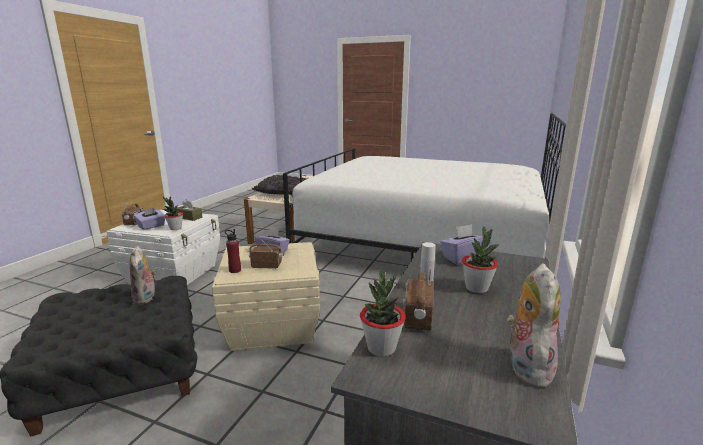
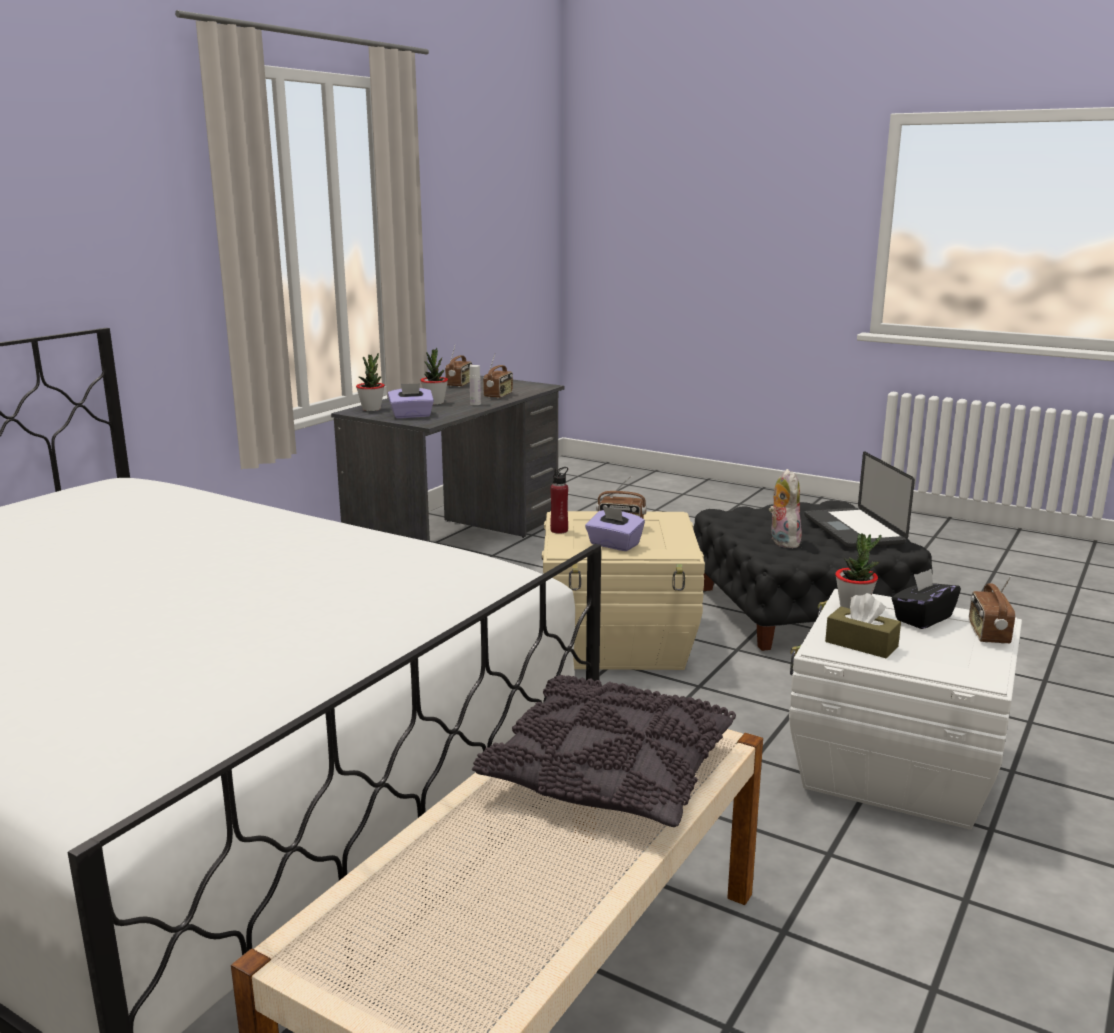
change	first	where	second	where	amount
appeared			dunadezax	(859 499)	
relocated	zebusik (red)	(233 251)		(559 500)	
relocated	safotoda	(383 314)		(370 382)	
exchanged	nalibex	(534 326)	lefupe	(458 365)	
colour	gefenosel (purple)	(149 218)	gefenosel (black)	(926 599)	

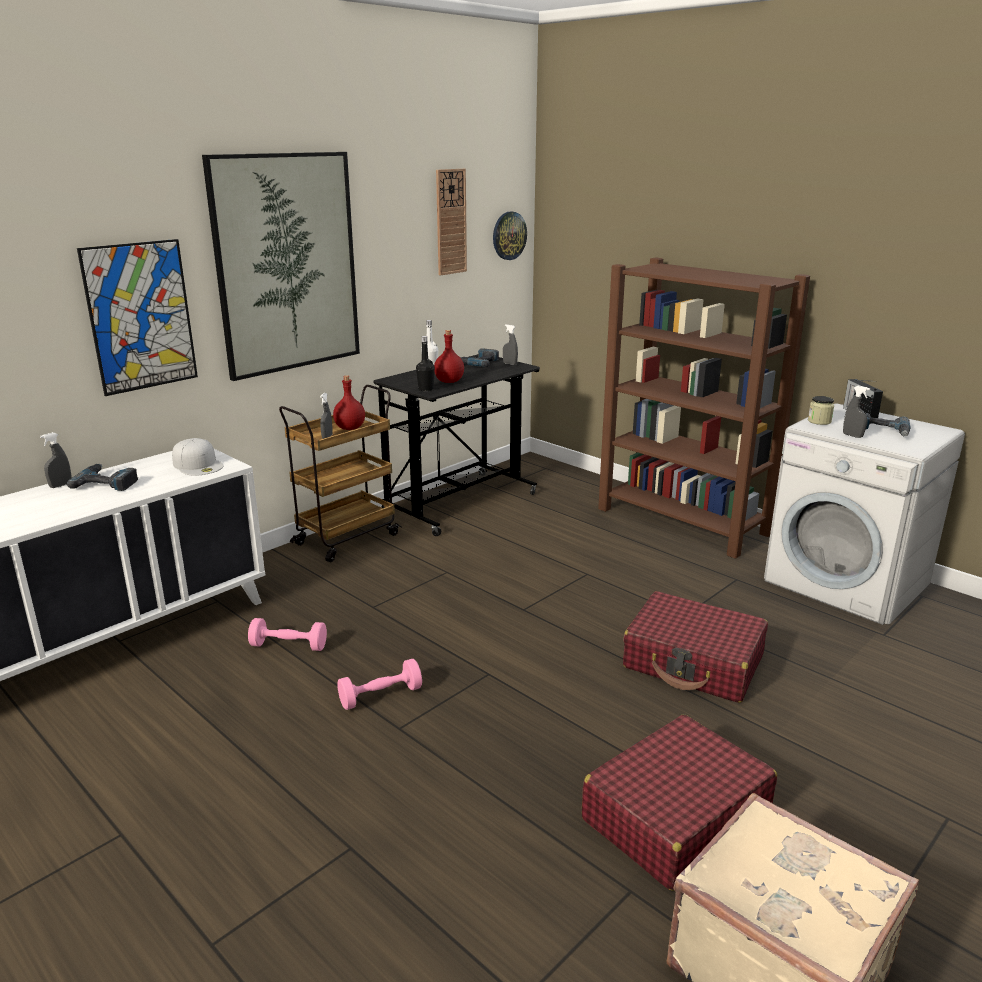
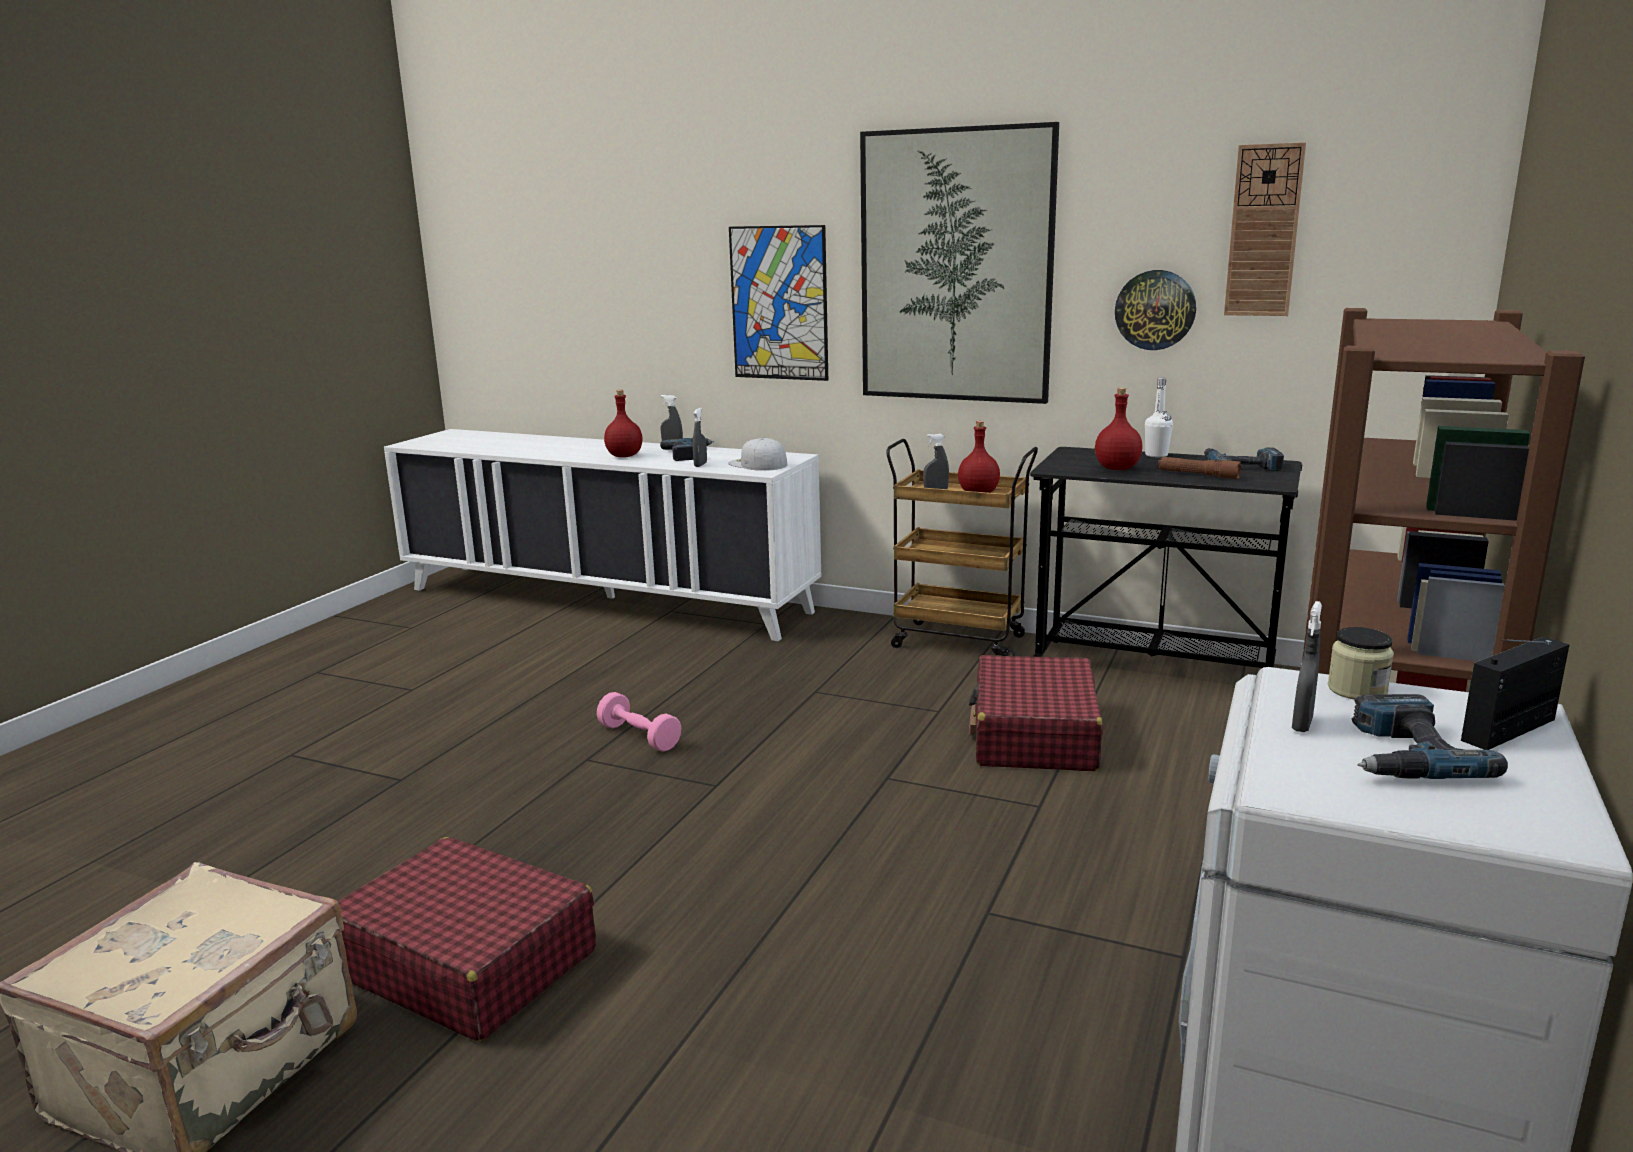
change	first	where	second	where	amount
missing	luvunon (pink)	(287 634)			
missing	zebusik (black)	(425 363)			
appeared			zebusik (red)	(623 423)	
appeared			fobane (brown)	(1199 468)	
relocated	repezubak	(510 236)		(1155 310)	
relocated	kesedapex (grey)	(510 344)		(700 437)	
relocated	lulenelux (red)	(695 647)		(1036 713)	
spun	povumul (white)	(198 457)		(757 454)	105 degrees clockwise

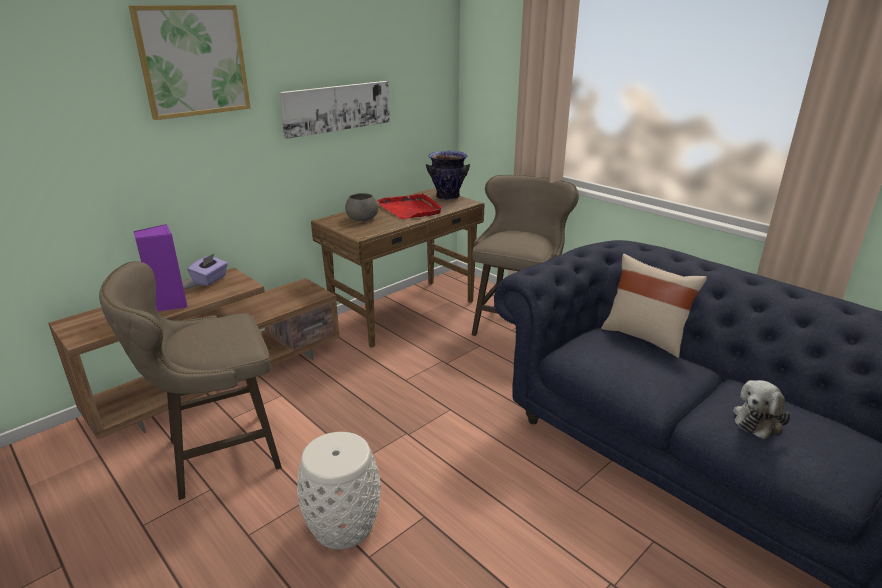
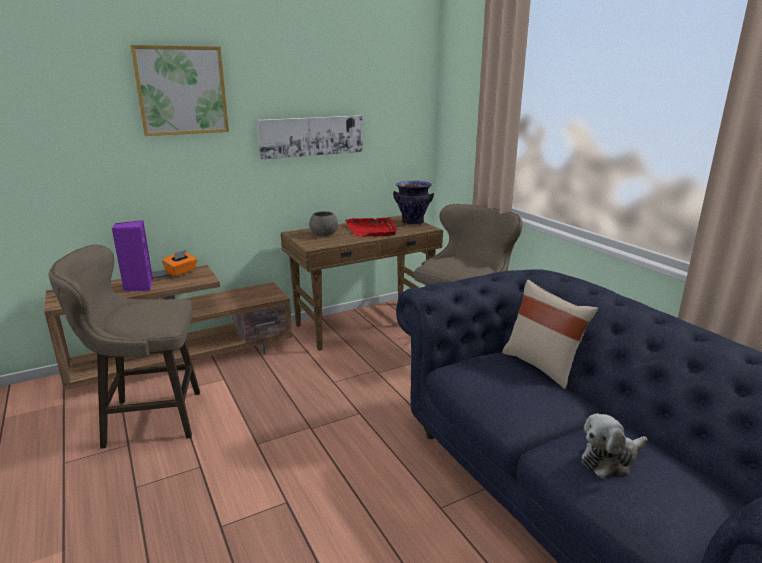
change	first	where	second	where	amount
missing	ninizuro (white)	(339 490)			
colour	gefenosel (purple)	(207 270)	gefenosel (orange)	(179 263)	

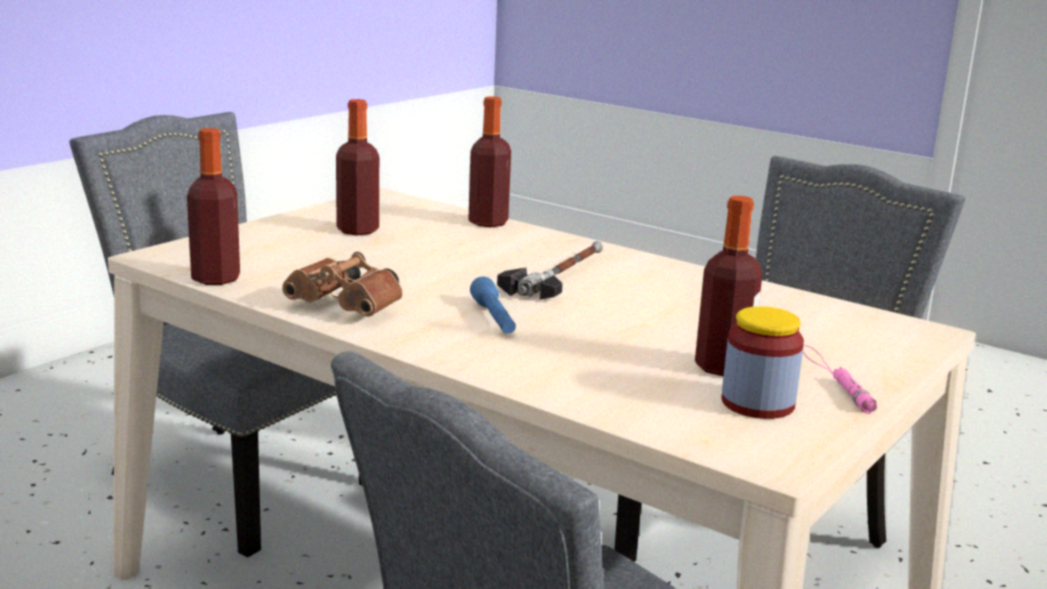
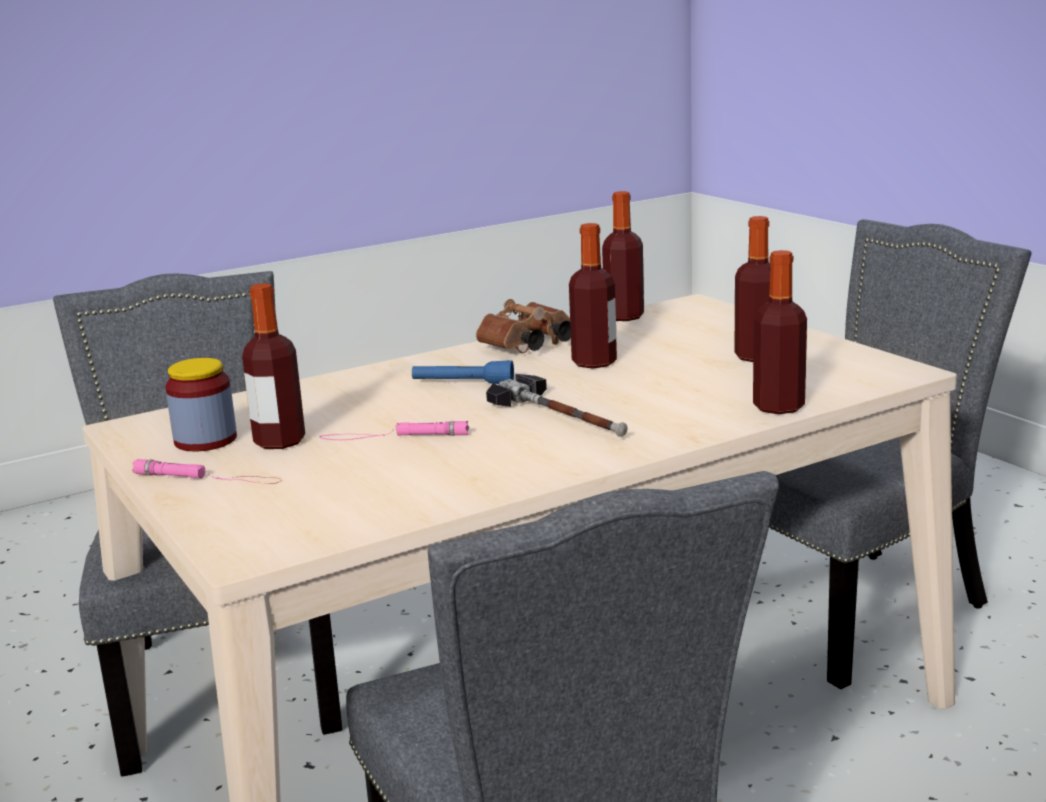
change	first	where	second	where	amount
appeared			fobane (pink)	(394 430)	
appeared			zebusik	(593 295)	

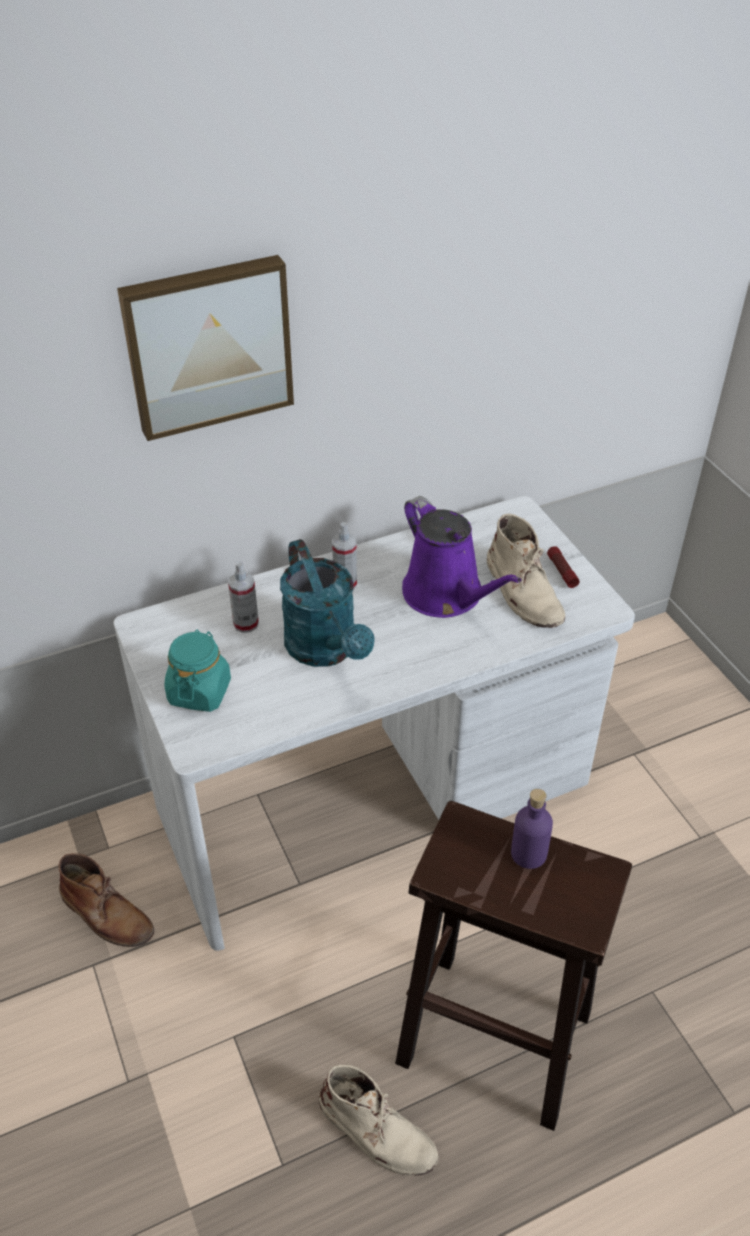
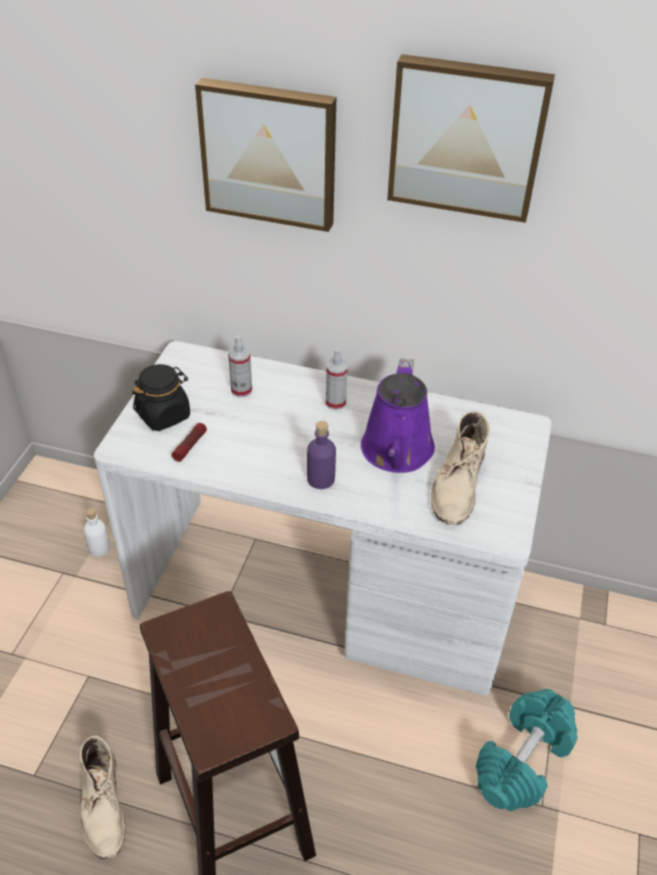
change	first	where	second	where	amount
missing	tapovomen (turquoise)	(327 603)			
appeared			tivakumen	(471 138)	
appeared			luvunon (turquoise)	(527 750)	
relocated	zebusik (purple)	(532 829)		(321 455)	
relocated	fobane	(563 567)		(189 442)	
exchanged	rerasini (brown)	(106 900)	zebusik (white)	(97 532)	
colour	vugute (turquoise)	(197 671)	vugute (black)	(161 397)	

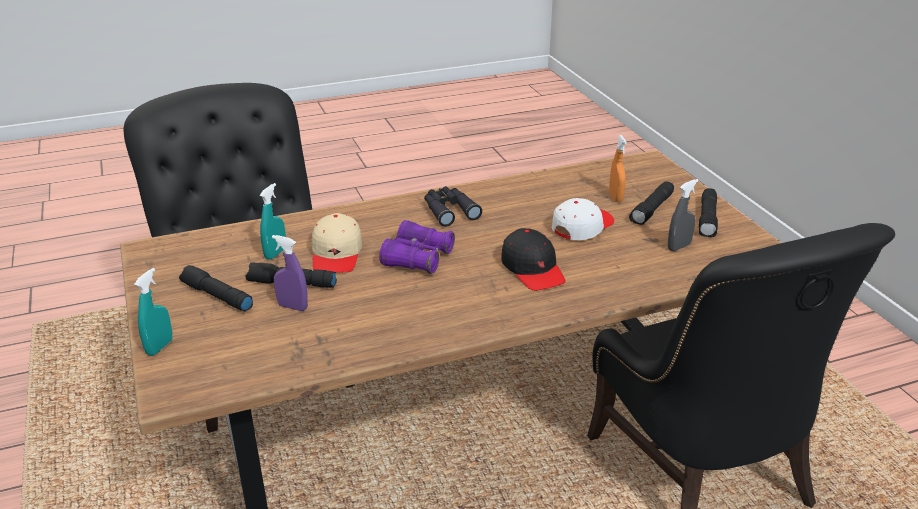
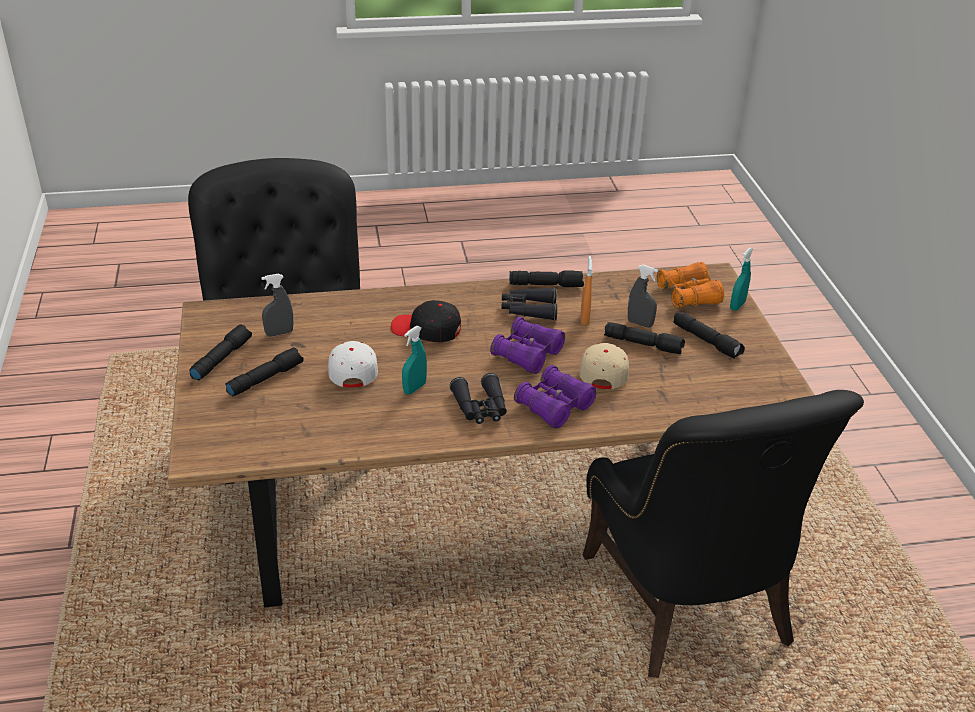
change	first	where	second	where	amount
appeared			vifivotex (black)	(529 303)	
appeared			fobane (black)	(546 278)	
appeared			vifivotex (purple)	(555 397)	
appeared			vifivotex (orange)	(690 285)	
relocated	kesedapex (turquoise)	(273 221)		(414 360)	
relocated	kesedapex (orange)	(618 168)		(586 290)	
colour	kesedapex (purple)	(290 273)	kesedapex (grey)	(643 296)	
spun	povumul (black)	(533 259)		(426 321)	60 degrees counterclockwise
spun	povumul (white)	(583 219)		(353 364)	120 degrees clockwise

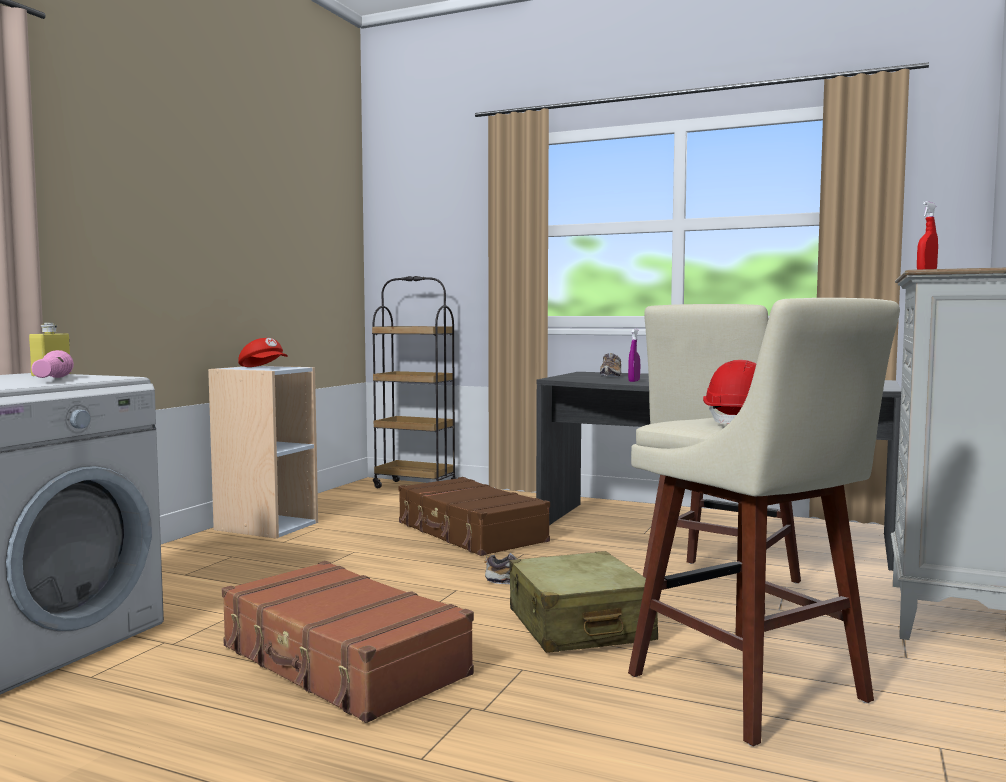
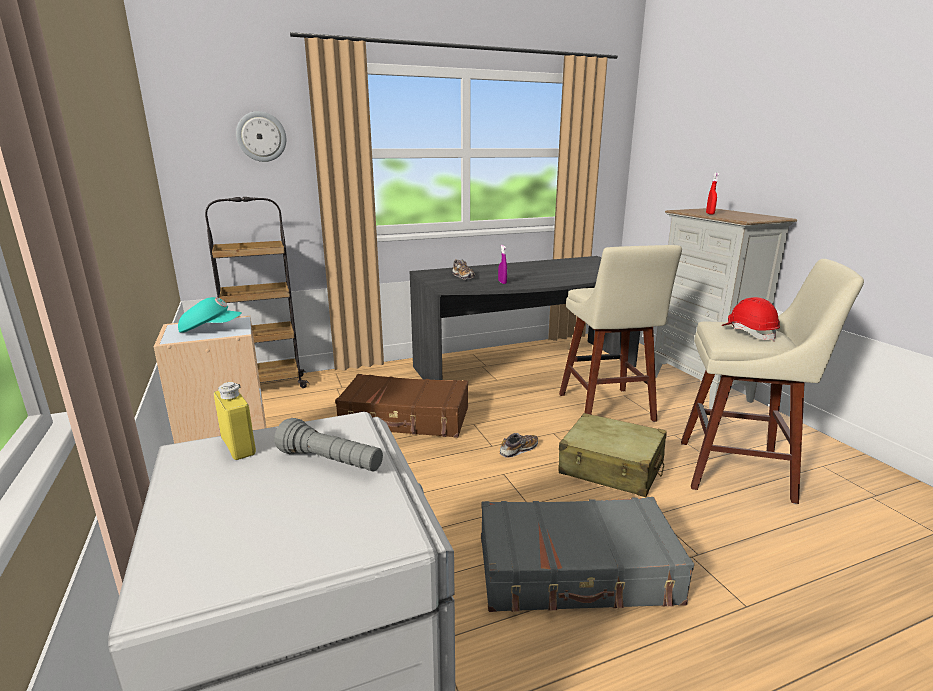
change	first	where	second	where	amount
appeared			repezubak	(261 136)	
colour	fobane (pink)	(52 364)	fobane (grey)	(328 444)	
colour	lulenelux (brown)	(348 642)	lulenelux (grey)	(587 554)	
colour	povumul (red)	(263 352)	povumul (turquoise)	(210 315)	

